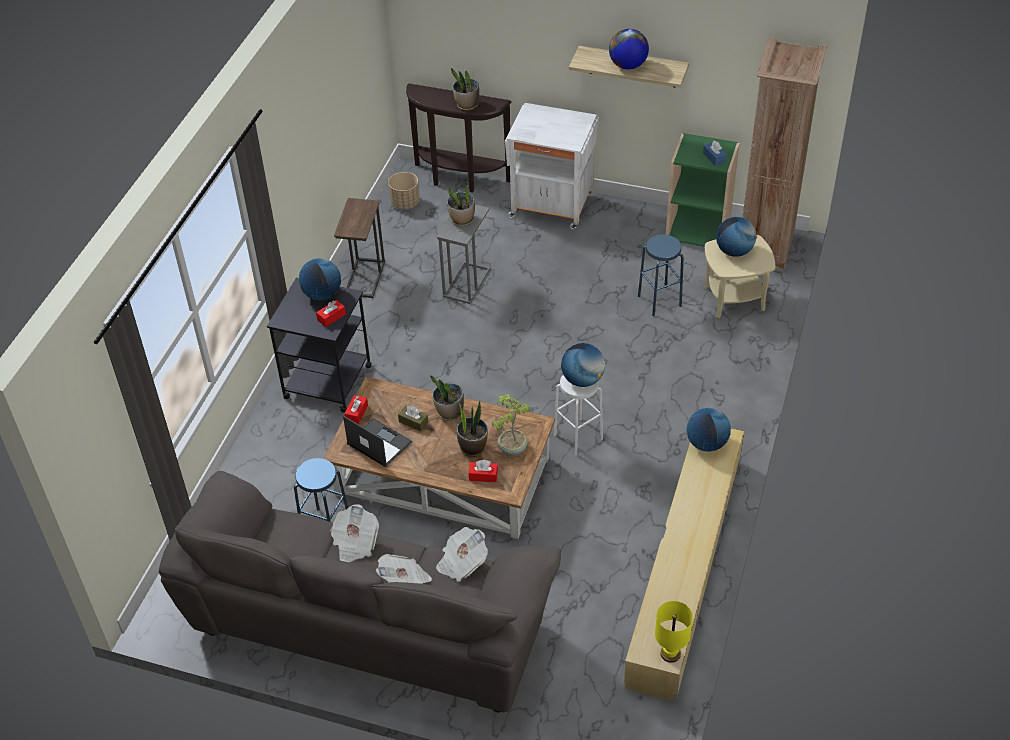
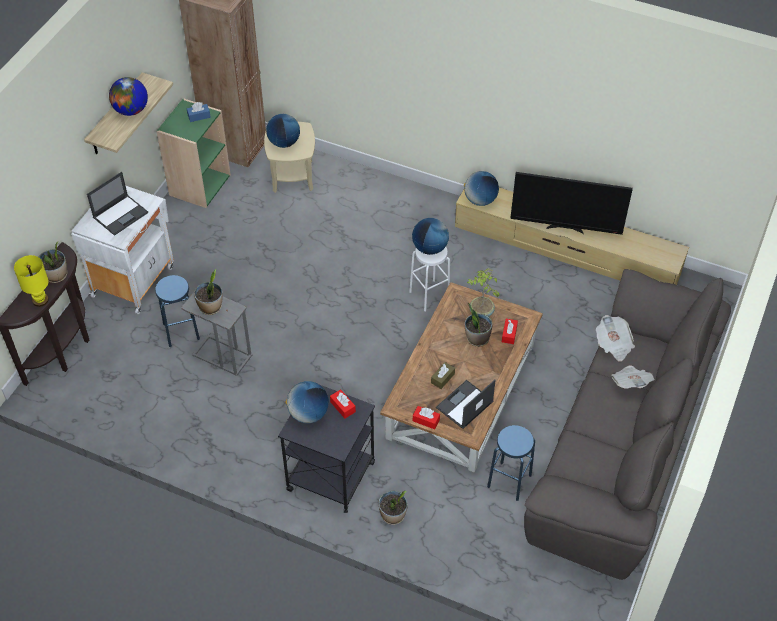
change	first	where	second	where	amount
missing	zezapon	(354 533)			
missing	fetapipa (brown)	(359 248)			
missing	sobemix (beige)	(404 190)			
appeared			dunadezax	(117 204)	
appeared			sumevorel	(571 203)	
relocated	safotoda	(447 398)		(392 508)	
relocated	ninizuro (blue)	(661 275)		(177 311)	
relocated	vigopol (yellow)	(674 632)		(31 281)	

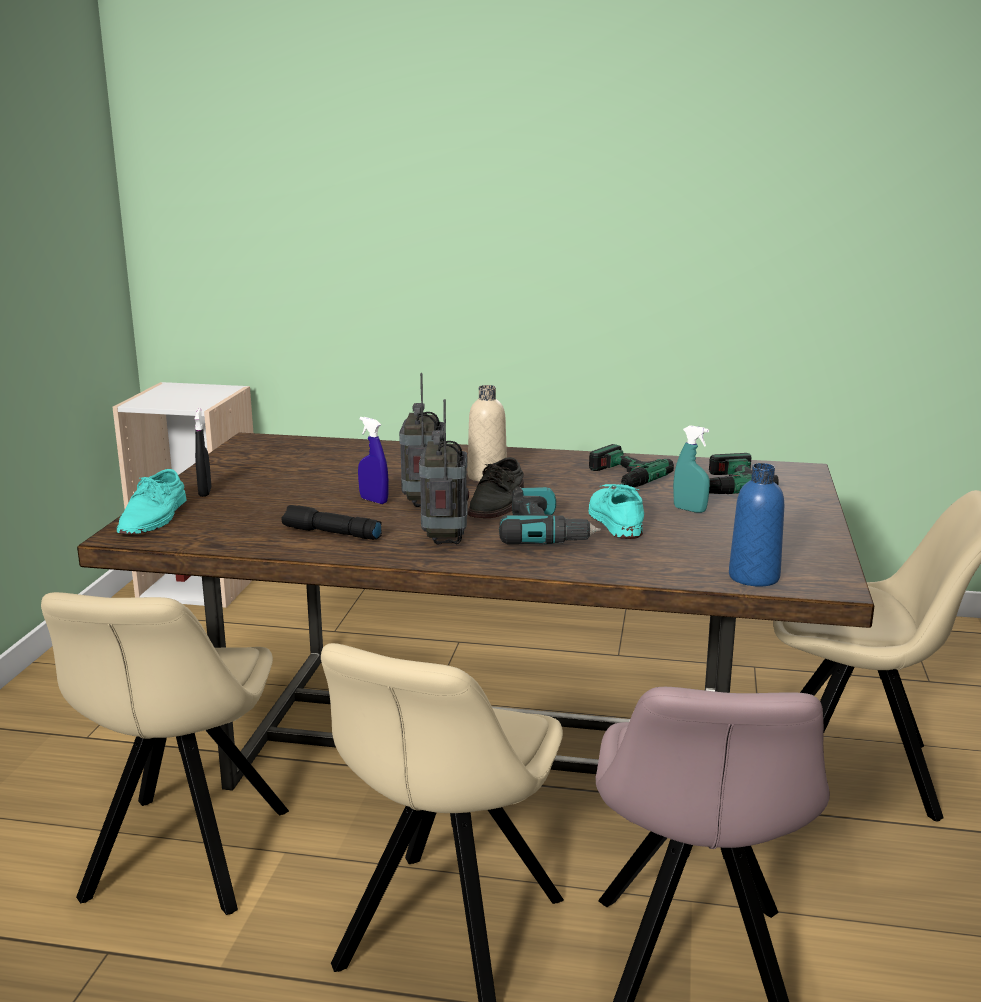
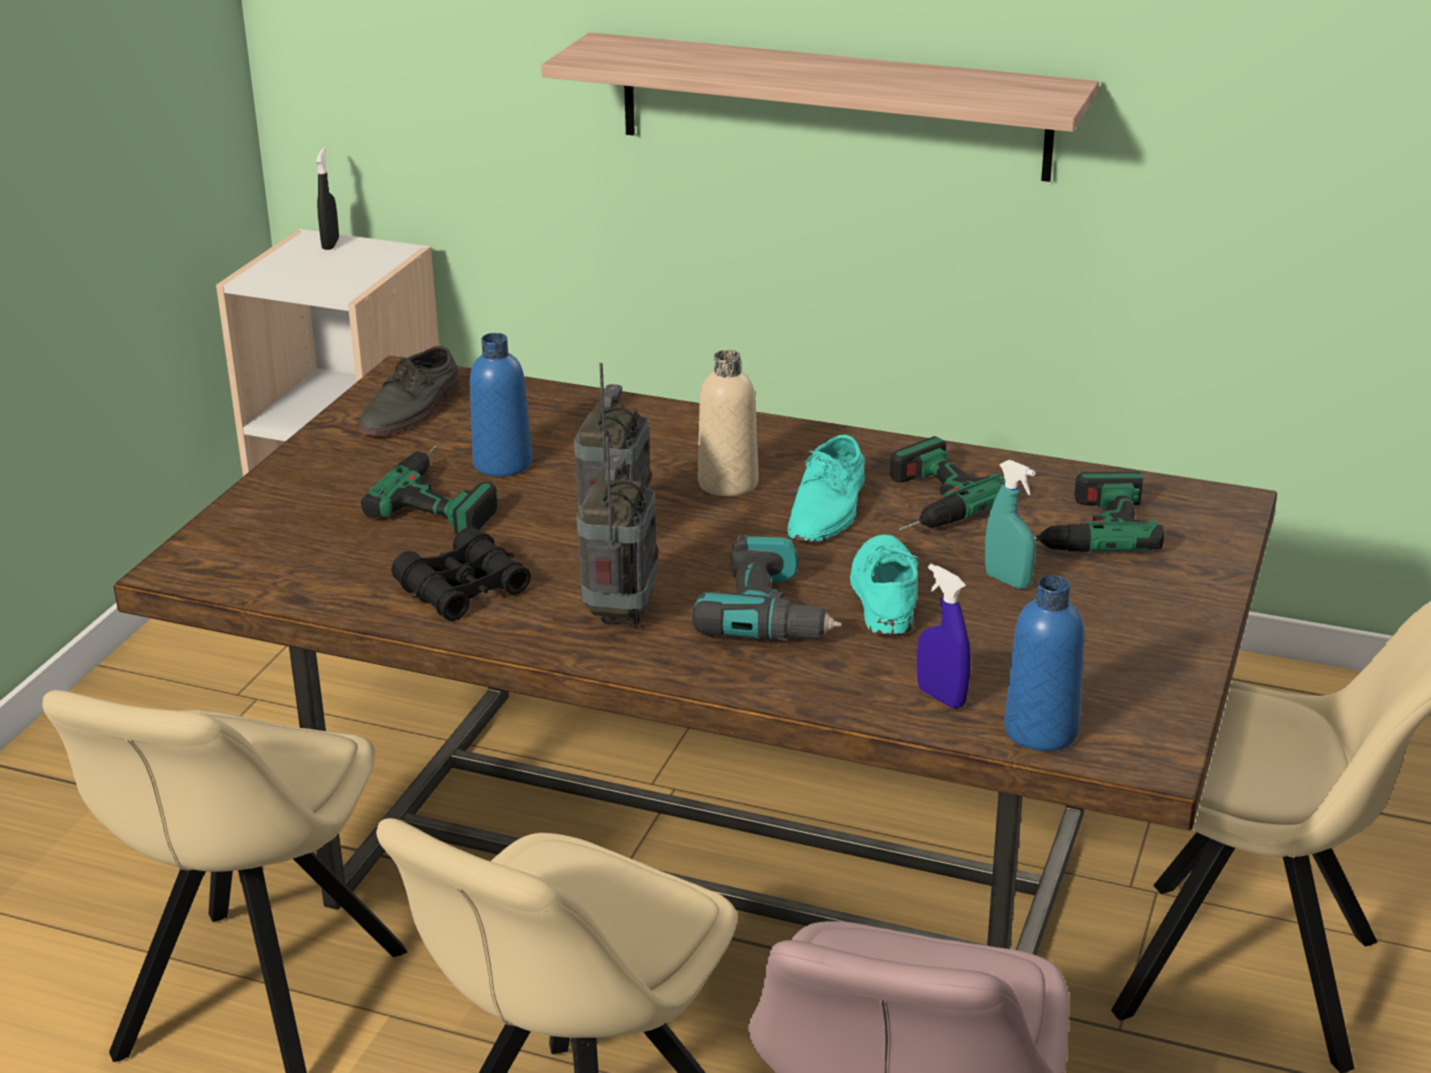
change	first	where	second	where	amount
appeared			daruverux	(429 490)	
appeared			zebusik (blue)	(501 405)	
appeared			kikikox	(820 107)	
relocated	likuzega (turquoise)	(152 501)		(826 488)	
relocated	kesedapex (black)	(203 453)		(327 199)	
relocated	kesedapex (blue)	(373 460)		(944 636)	
relocated	likuzega (grey)	(496 487)		(409 391)	
exchanged	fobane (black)	(331 522)	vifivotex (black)	(461 574)	

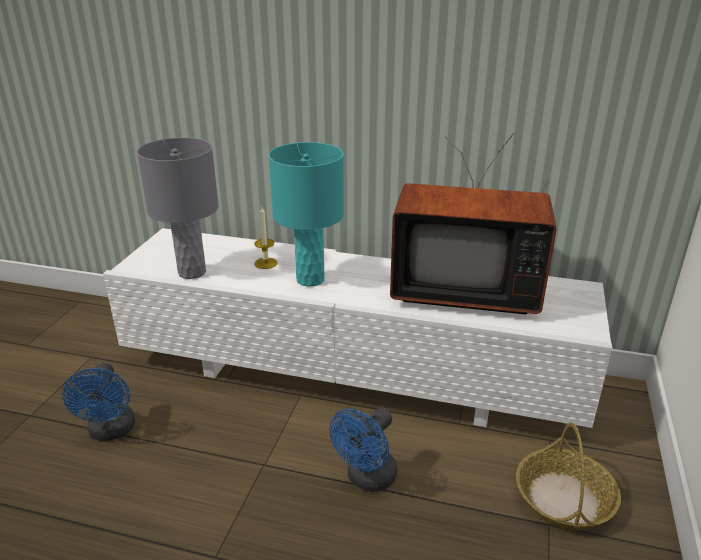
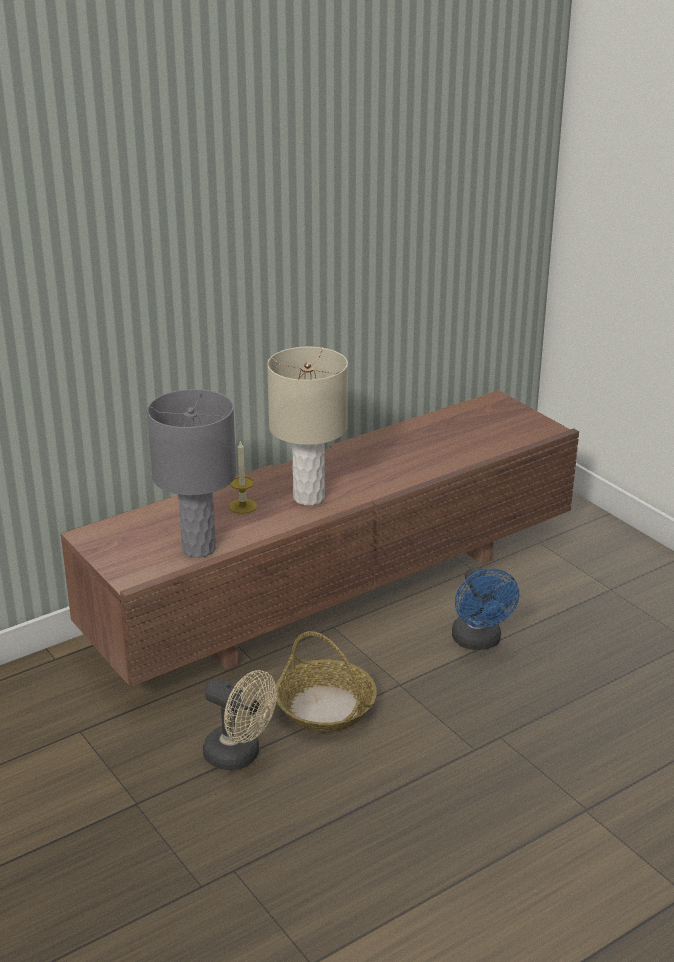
change	first	where	second	where	amount
missing	sumevorel	(473 224)			
relocated	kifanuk	(568 477)		(326 681)	
colour	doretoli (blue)	(98 402)	doretoli (beige)	(240 720)	
colour	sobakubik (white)	(357 328)	sobakubik (brown)	(320 538)	
colour	vigopol (turquoise)	(306 214)	vigopol (beige)	(307 426)	

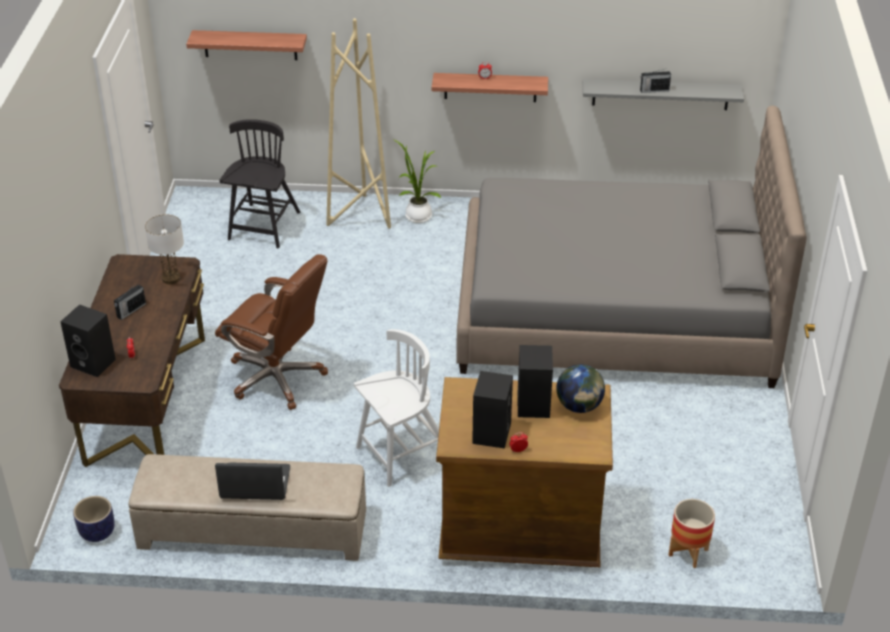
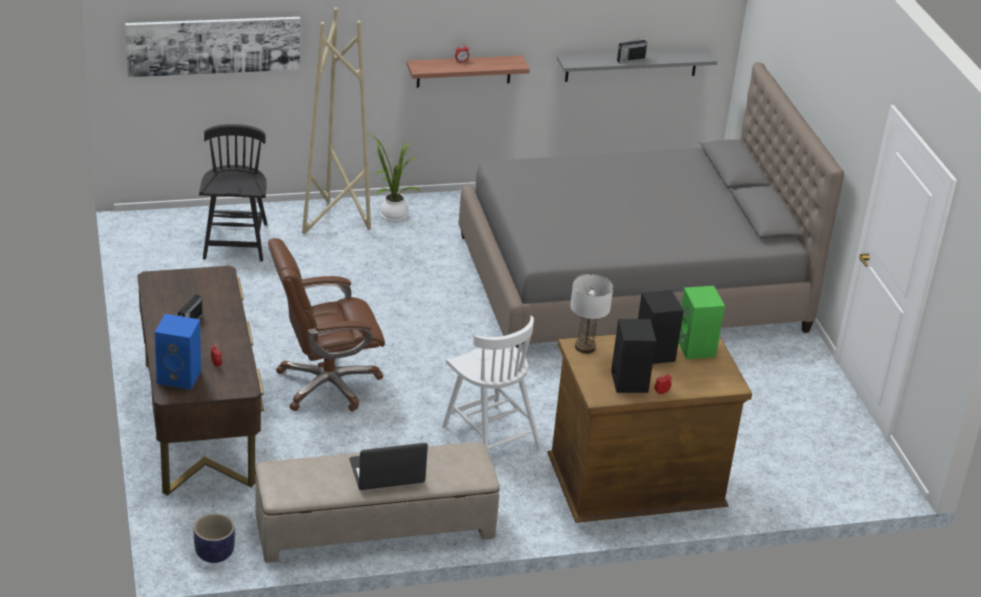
change	first	where	second	where	amount
missing	sobemix	(691 533)			
relocated	vigopol	(164 249)		(591 314)	
exchanged	kikikox	(246 45)	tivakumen	(212 47)	
exchanged	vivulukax	(580 388)	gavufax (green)	(701 322)	
colour	gavufax (black)	(88 340)	gavufax (blue)	(178 352)	
spun	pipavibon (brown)	(271 332)		(326 324)	150 degrees clockwise
spun	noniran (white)	(396 408)		(491 383)	105 degrees clockwise

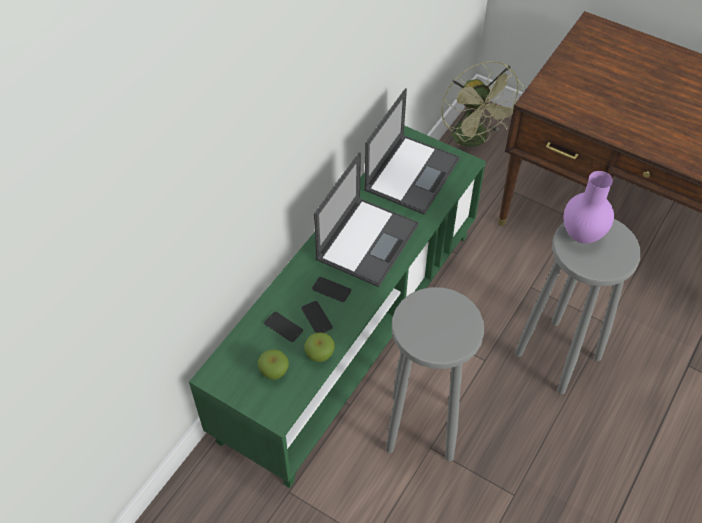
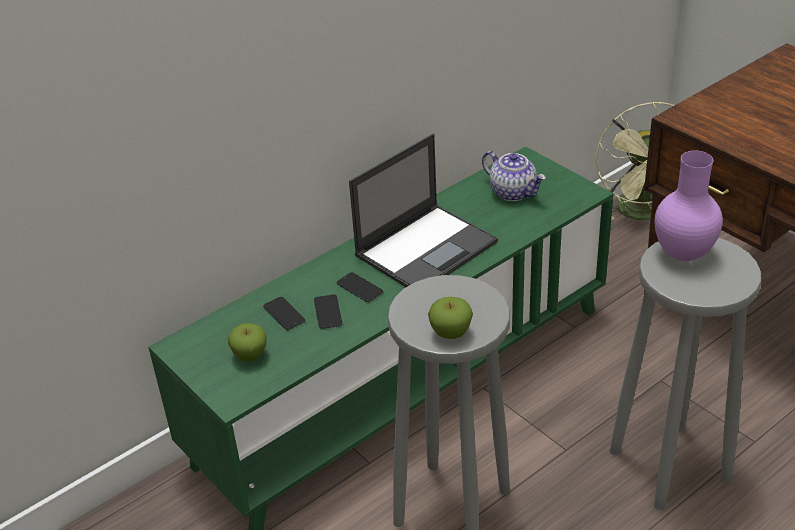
change	first	where	second	where	amount
relocated	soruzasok	(319 347)		(450 318)	
exchanged	dunadezax	(412 151)	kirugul	(514 176)	

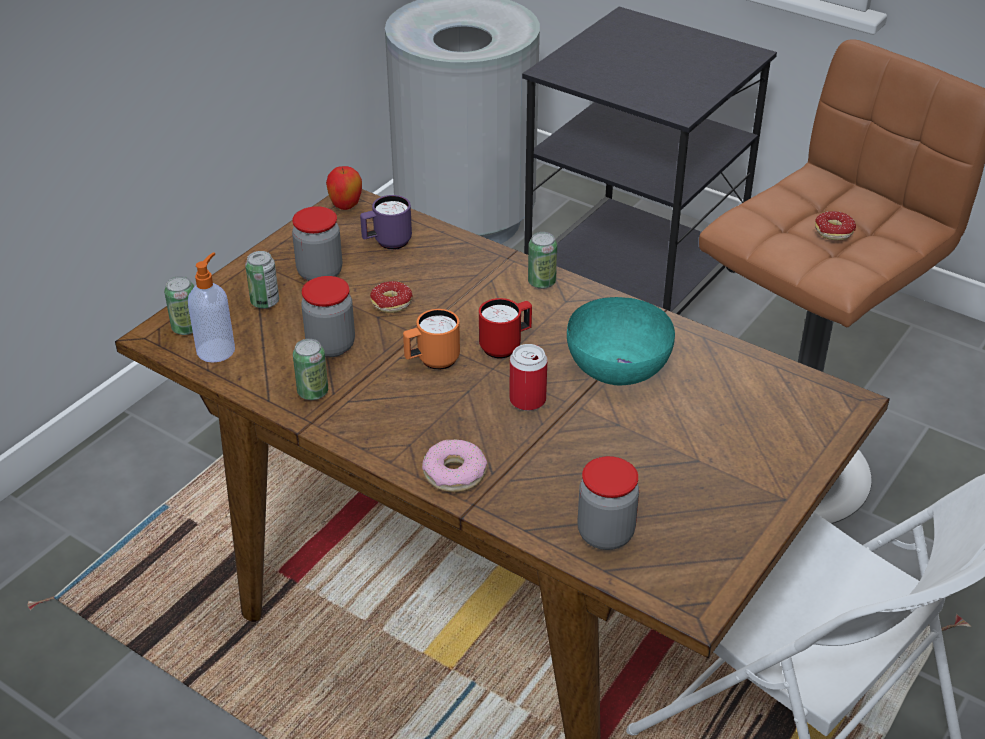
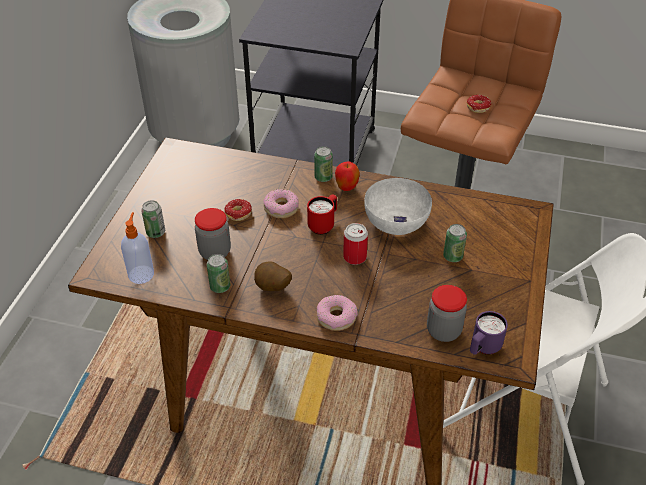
change	first	where	second	where	amount
missing	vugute	(317 243)			
missing	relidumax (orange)	(431 339)			
appeared			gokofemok	(273 276)	
appeared			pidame	(281 203)	
relocated	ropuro	(179 305)		(455 243)	
relocated	soruzasok	(344 188)		(347 176)	
relocated	relidumax (purple)	(386 222)		(489 333)	
colour	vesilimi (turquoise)	(621 341)	vesilimi (white)	(398 206)	

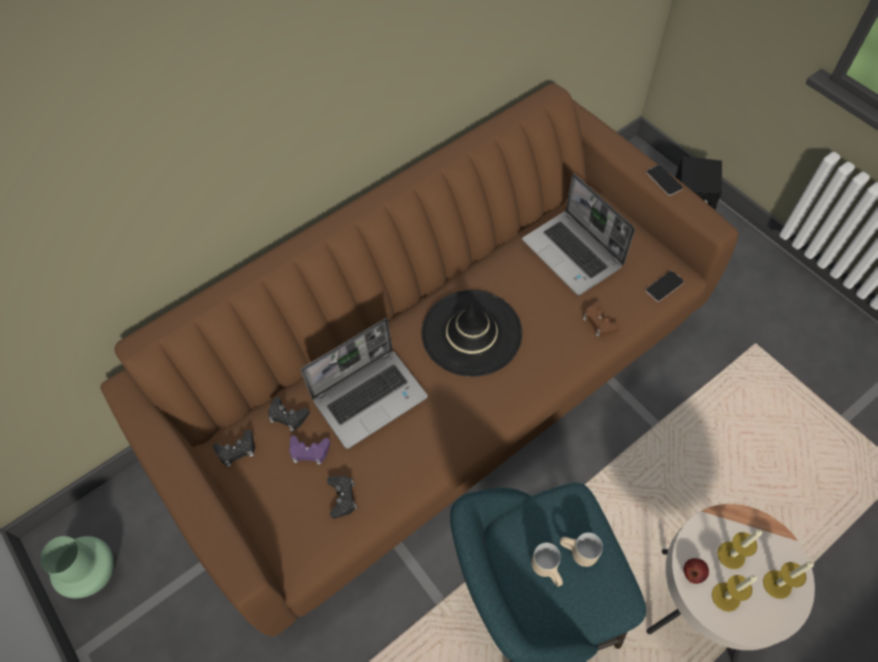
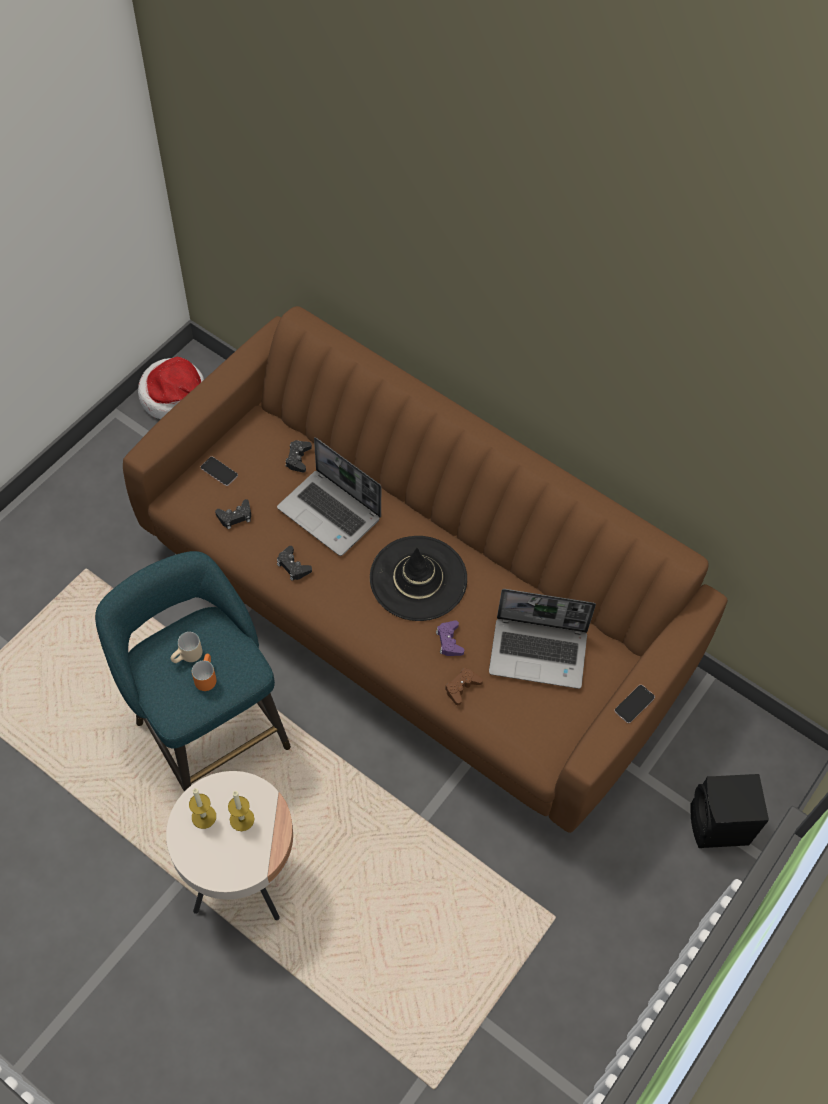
change	first	where	second	where	amount
missing	soruzasok	(696 571)			
missing	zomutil	(788 580)			
relocated	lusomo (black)	(234 448)		(294 563)	
relocated	lusomo (purple)	(309 450)		(450 638)	
relocated	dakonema	(665 286)		(219 471)	
exchanged	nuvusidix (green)	(77 567)	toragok	(171 388)	
colour	relidumax (beige)	(581 550)	relidumax (orange)	(204 672)	
spun	dunadezax	(578 234)		(542 639)	120 degrees counterclockwise

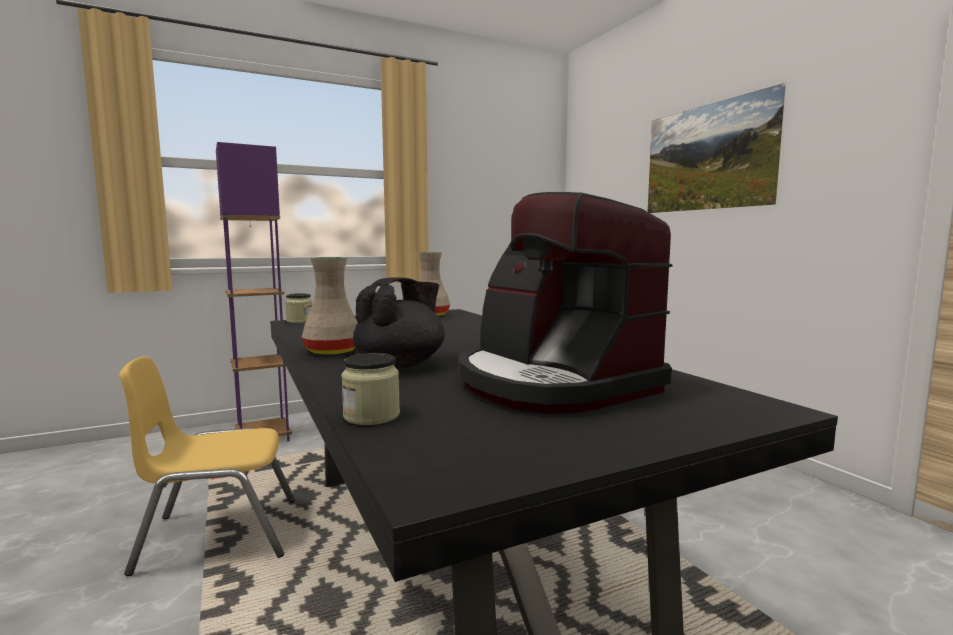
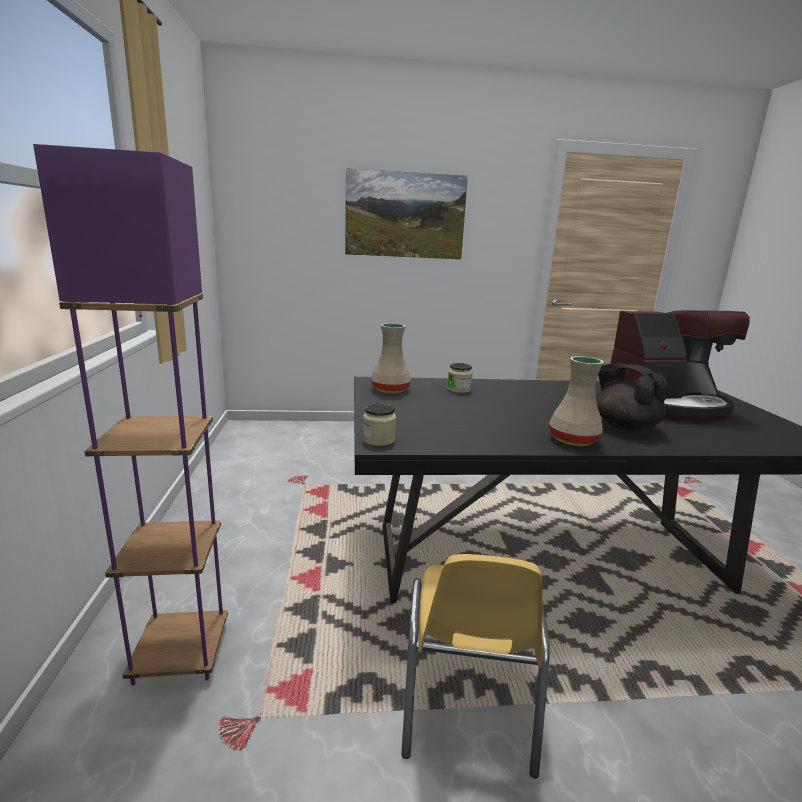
change	first	where	second	where	amount
relocated	vugute	(370 389)		(460 378)	

